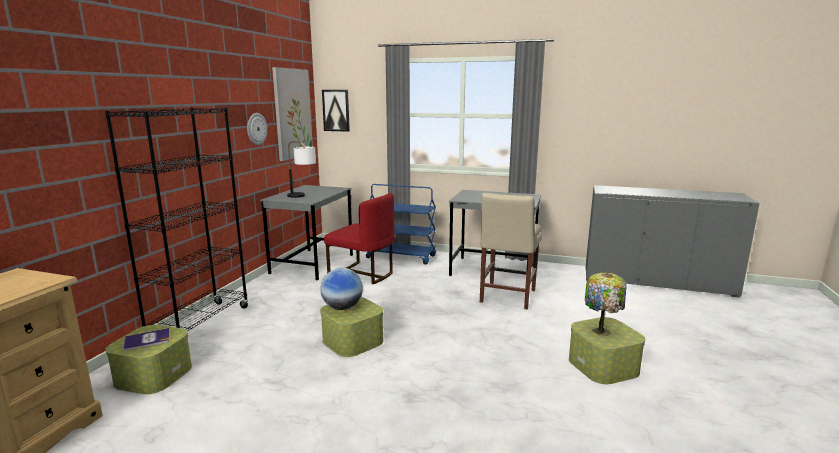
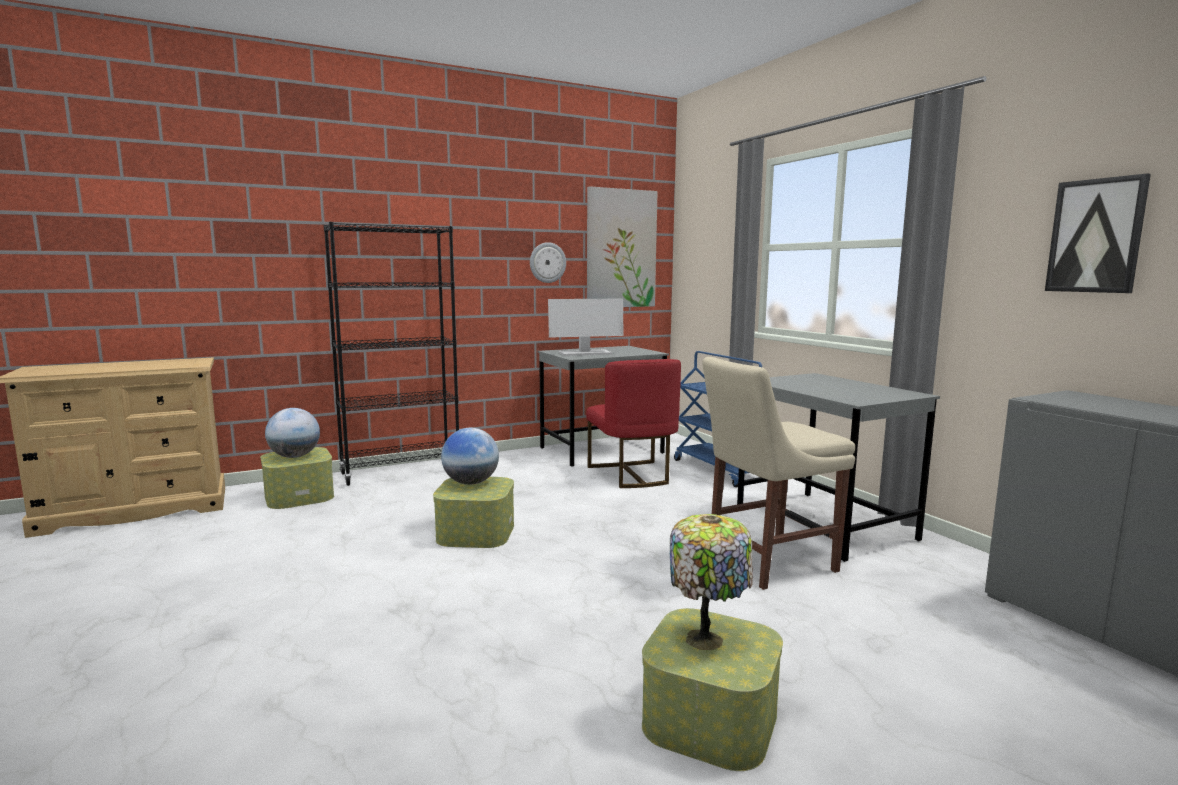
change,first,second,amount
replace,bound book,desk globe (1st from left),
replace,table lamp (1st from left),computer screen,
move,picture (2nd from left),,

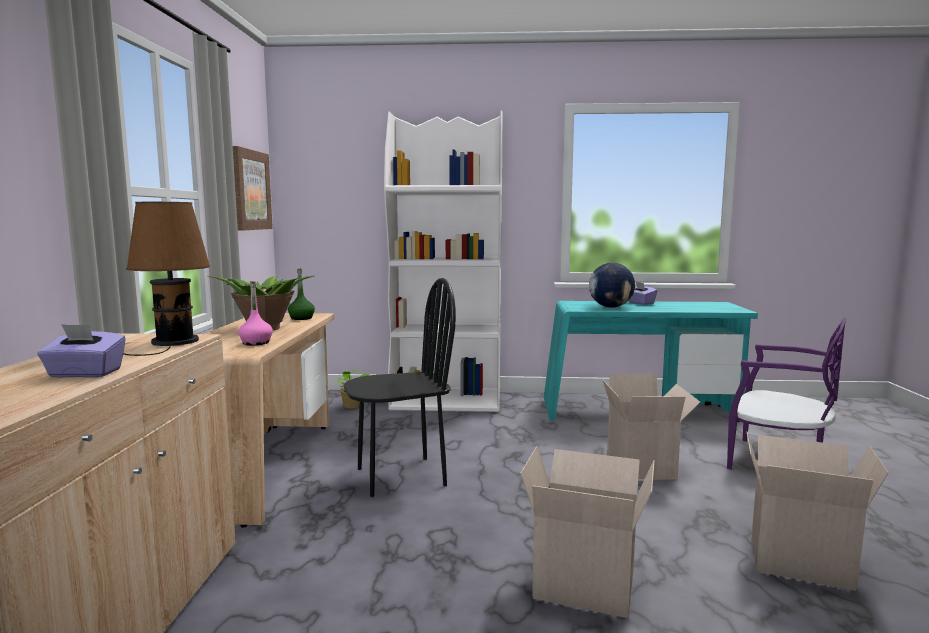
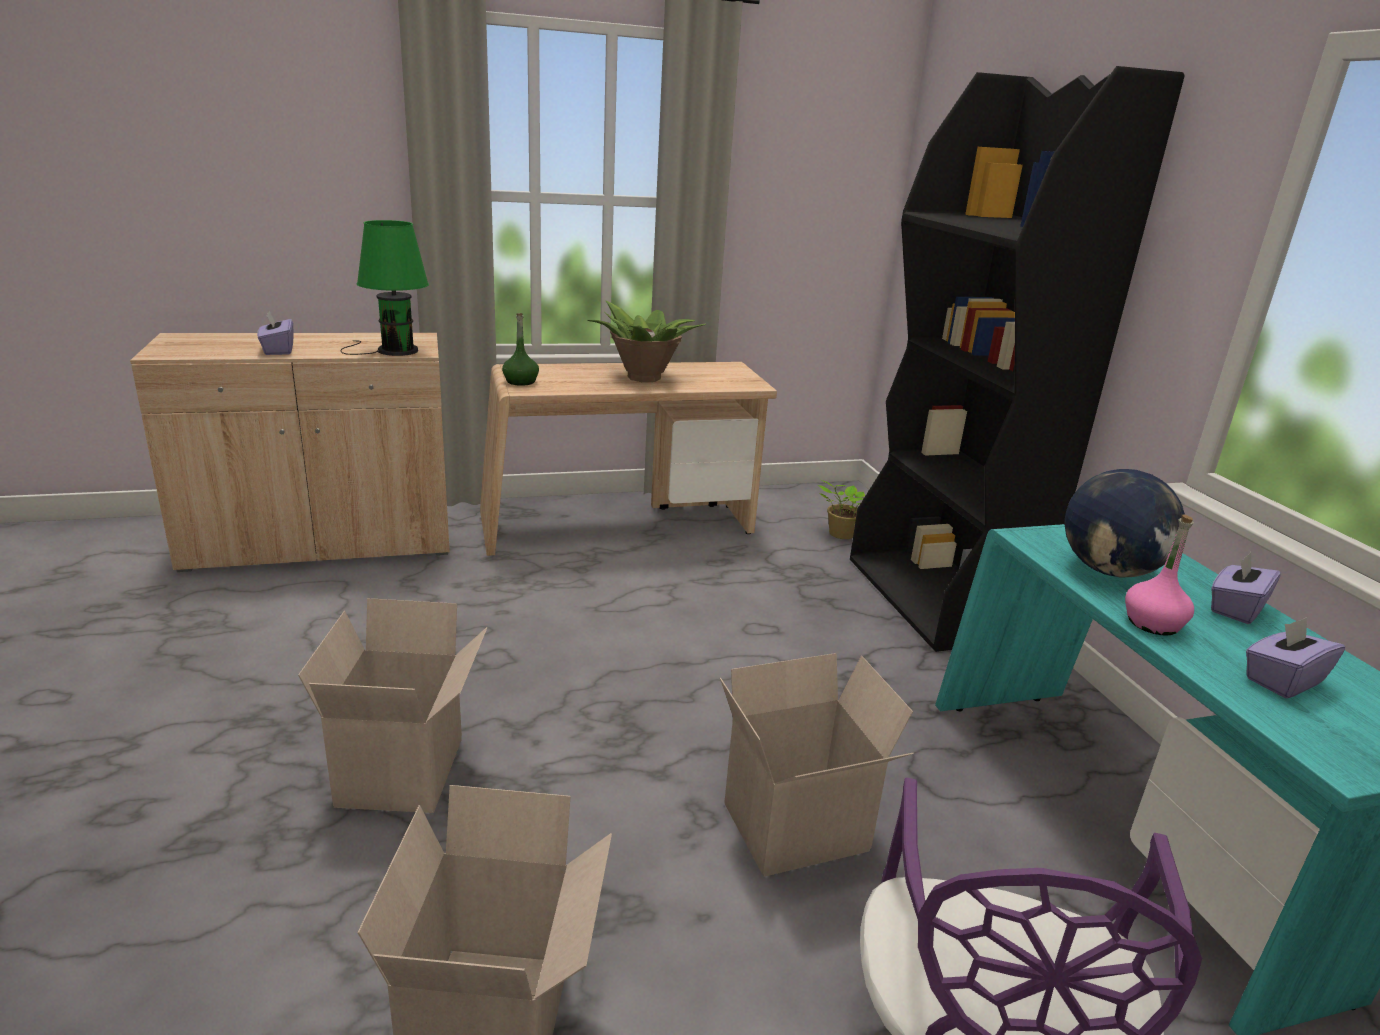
change,first,second,amount
recolor,brown-coloured table lamp,green-coloured table lamp,
move,green-coloured beverage bottle,,
recolor,white shelving unit,blackish shelving unit,
move,pink-coloured beverage bottle,,
insert,,purple box of tissues (3rd from left),
delete,picture,,
delete,blackish plain chair,,

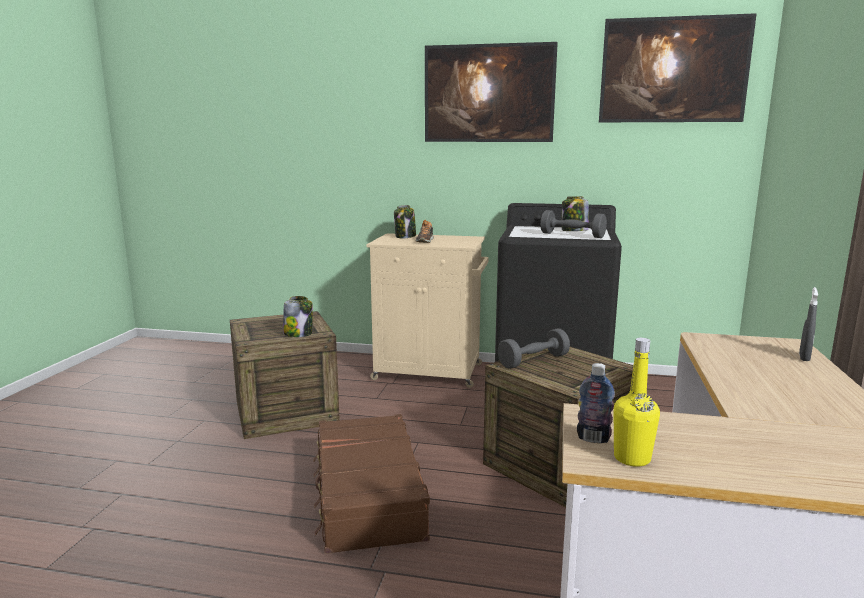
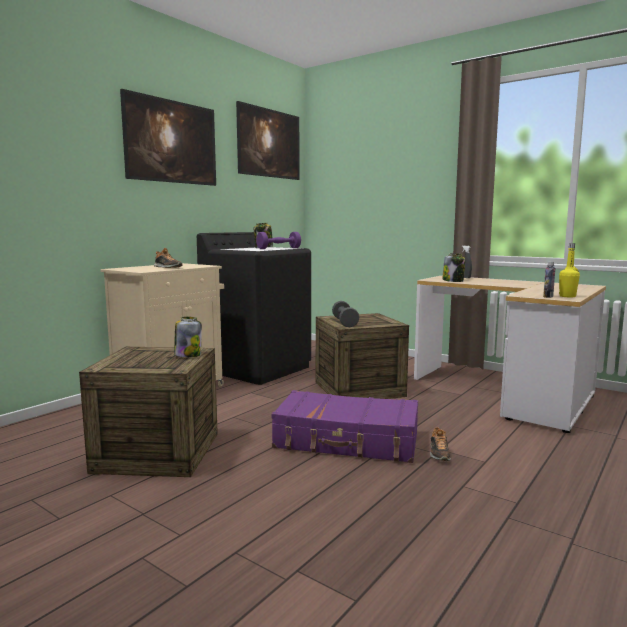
change,first,second,amount
recolor,grey dumbbell (2nd from left),purple dumbbell,
recolor,brown-coloured travel case,purple travel case,
insert,,shoe (2nd from left),
move,storage jar (2nd from left in the first image),storage jar (3rd from left),

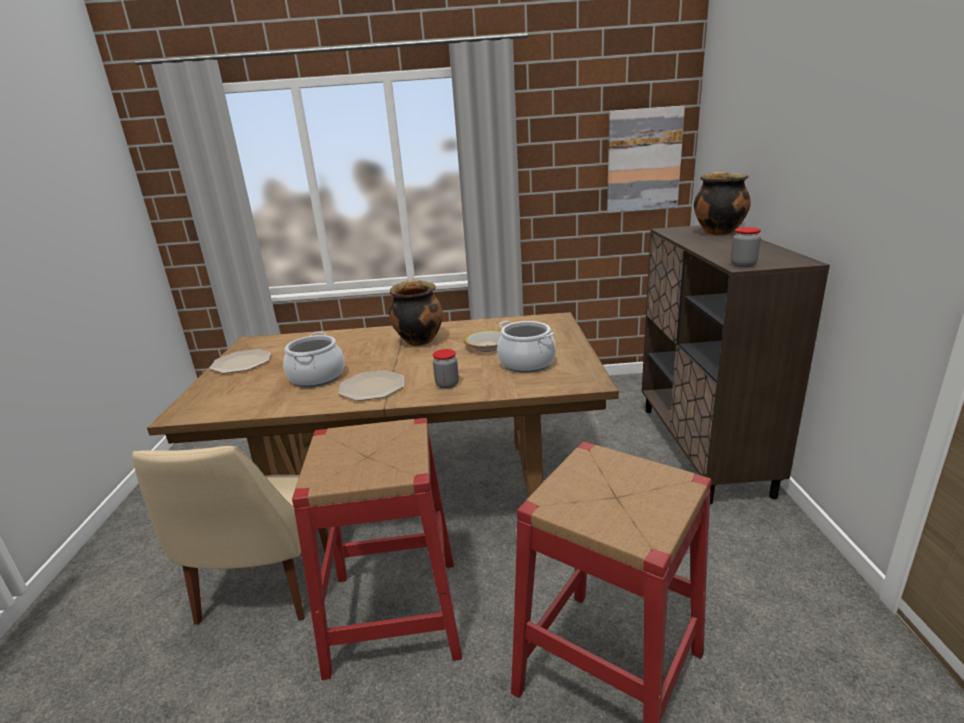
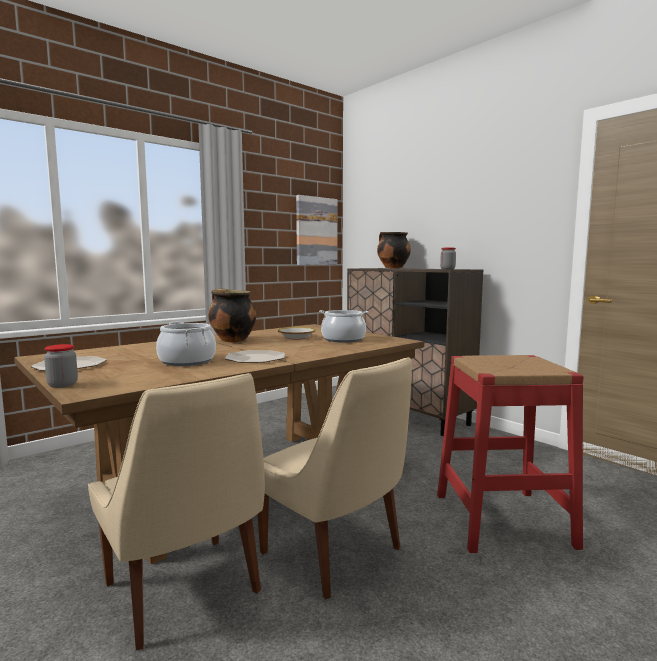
change,first,second,amount
move,storage jar (1st from left),,
replace,reddish stool seat (1st from left),beige plain chair (2nd from left),

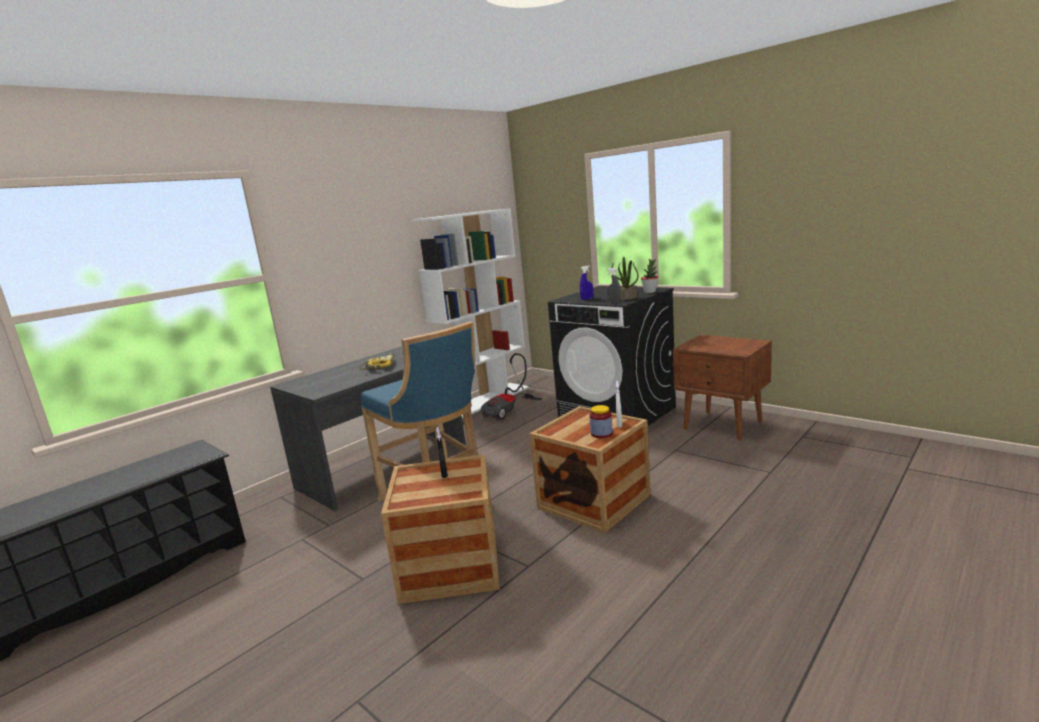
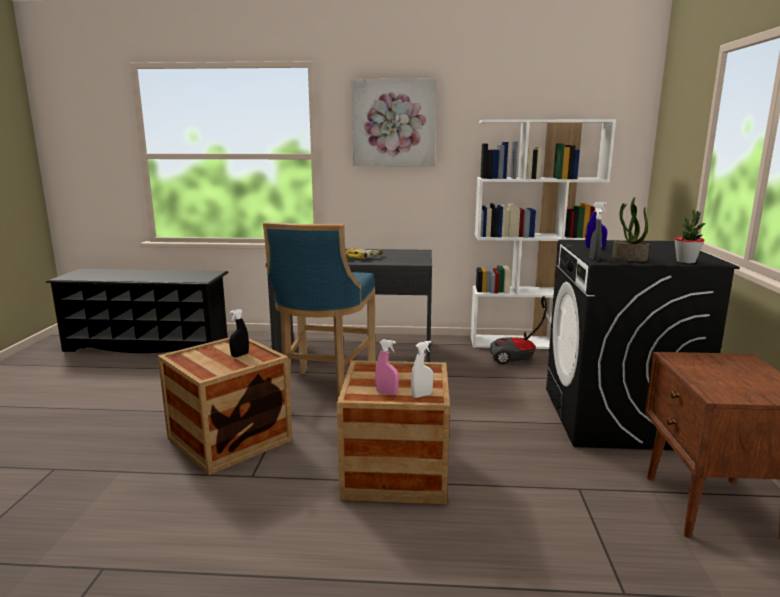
change,first,second,amount
insert,,picture,
replace,storage jar,pink-coloured sprayer,

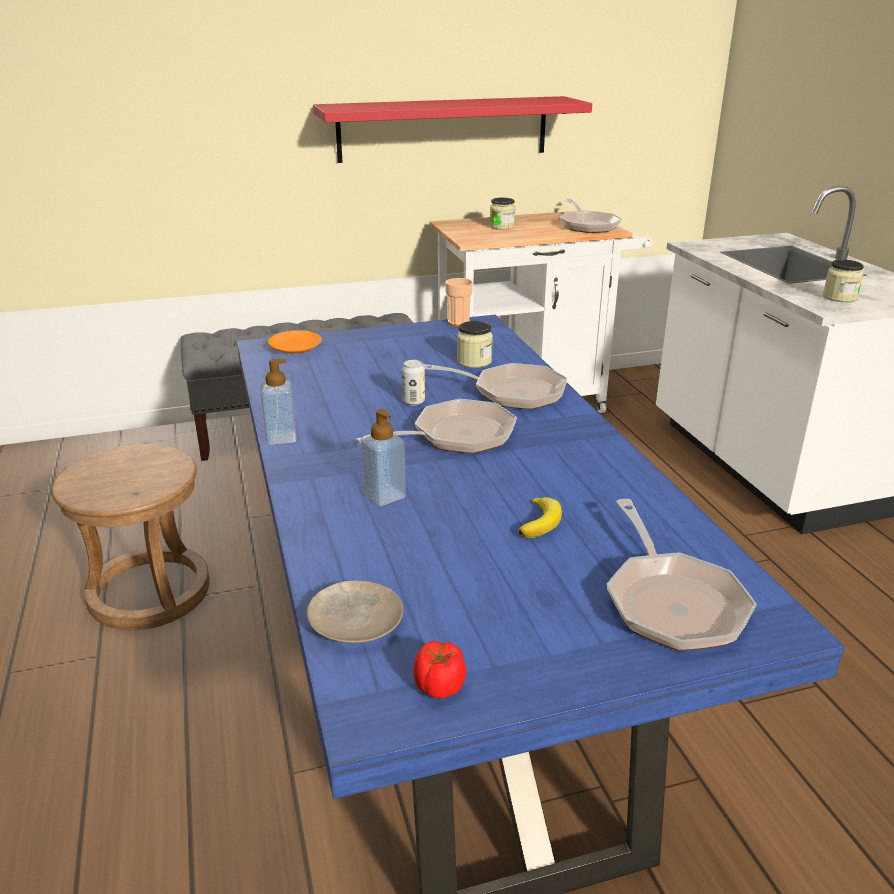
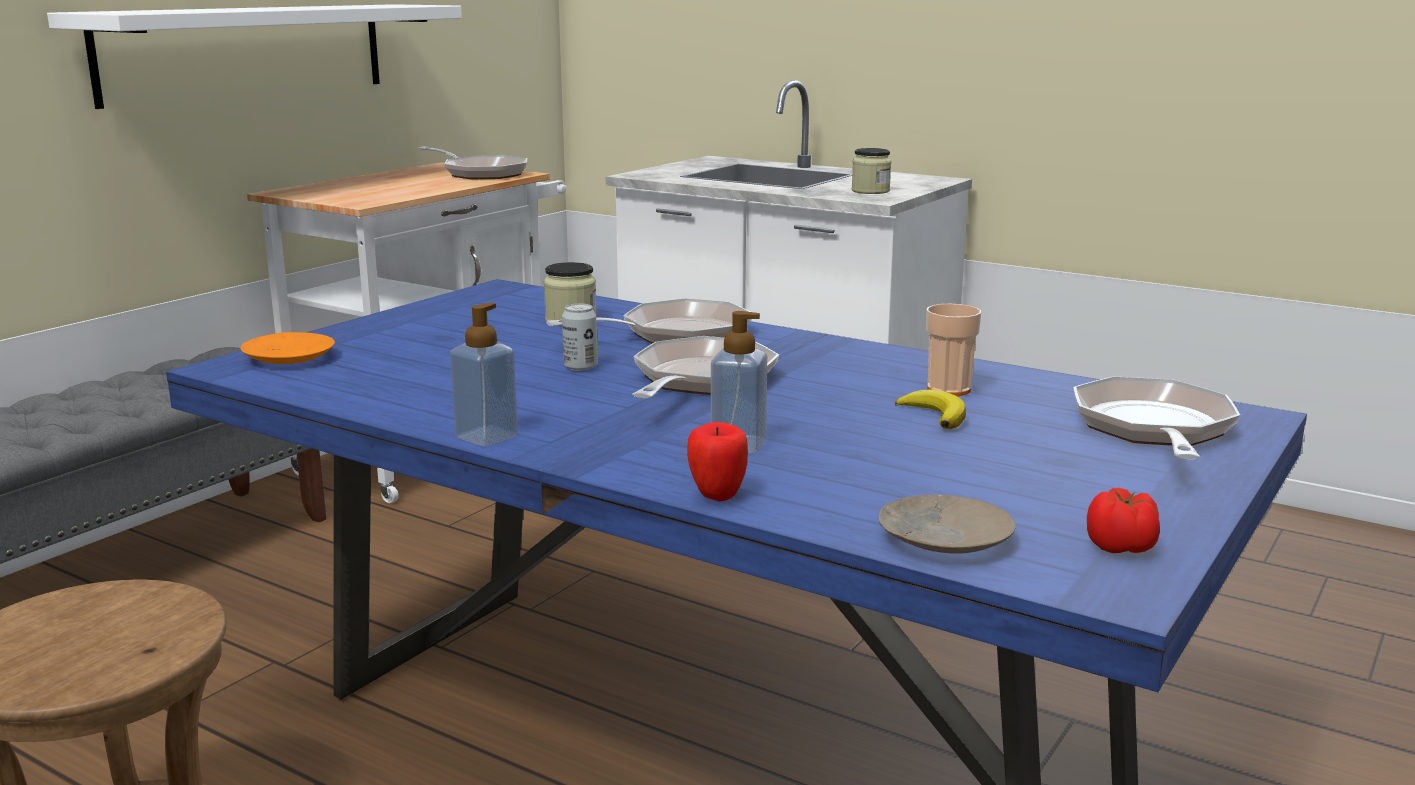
change,first,second,amount
recolor,reddish wall shelf,white wall shelf,
insert,,apple,
move,small cup,,
rotate,frying pan (4th from left),,120 degrees counterclockwise
delete,storage jar (2nd from left),,

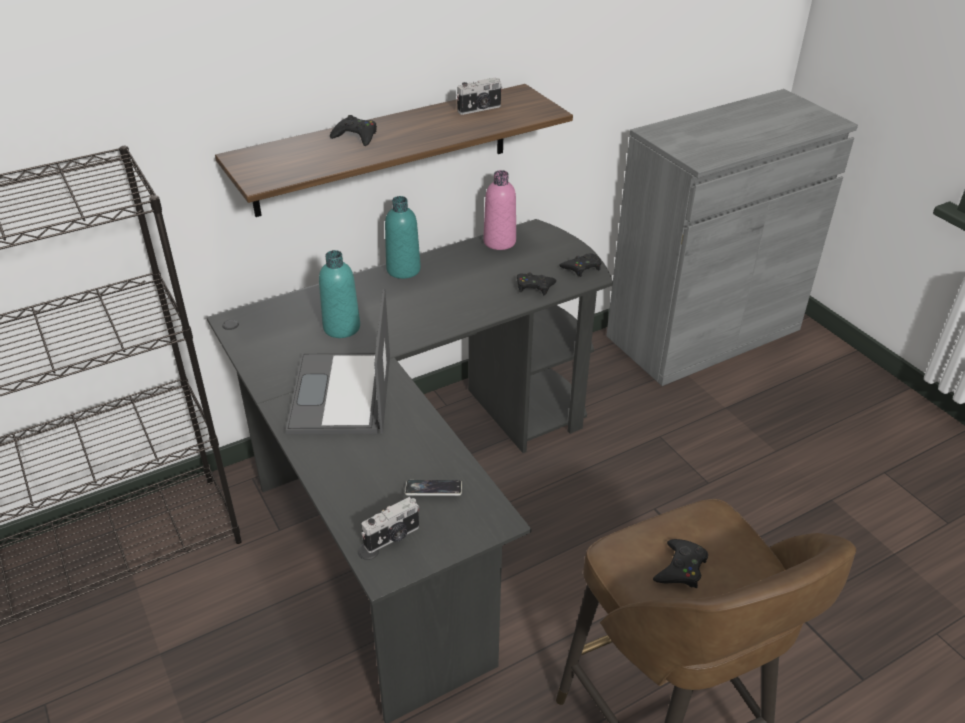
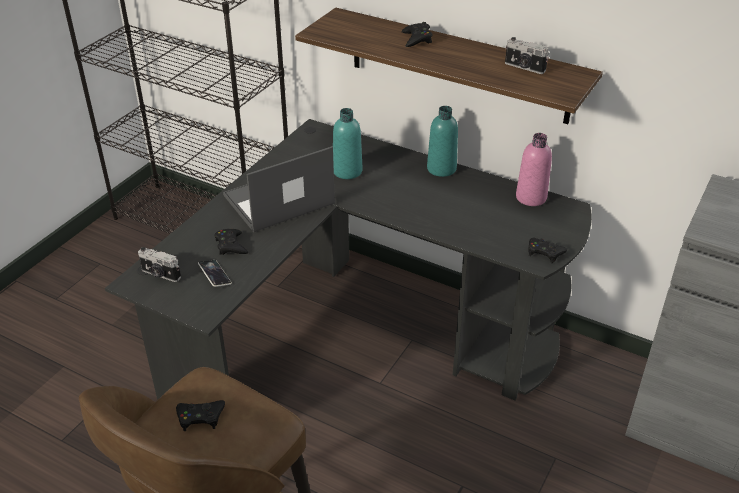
change,first,second,amount
move,blackish joypad (2nd from left),,

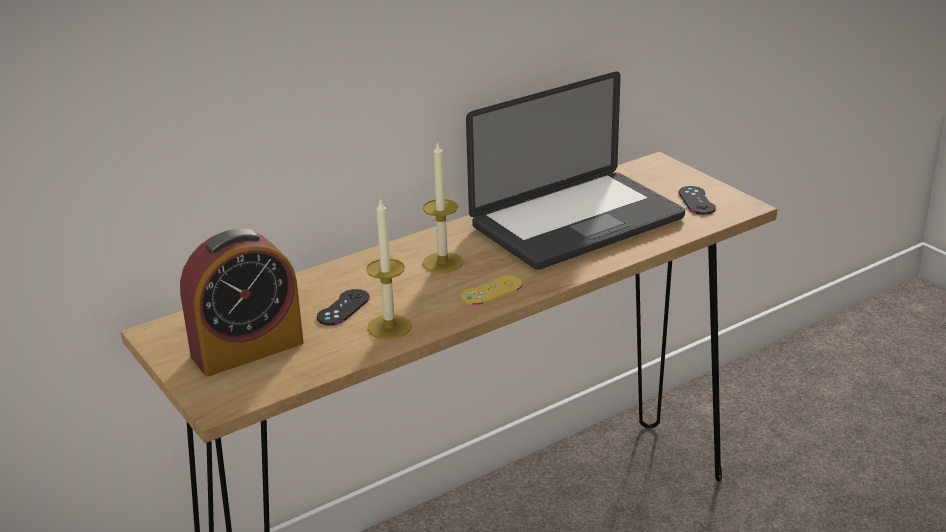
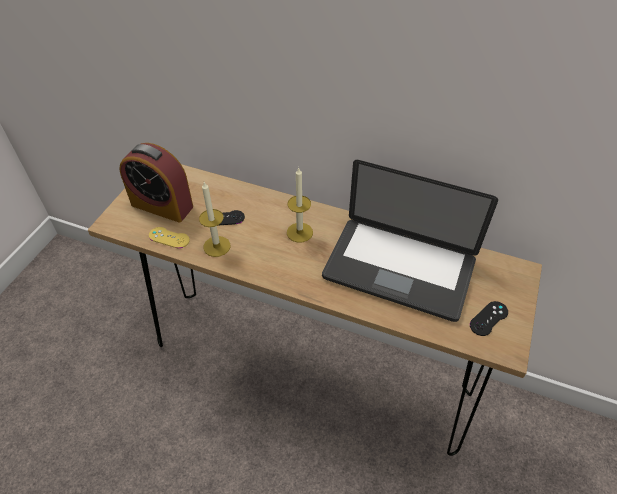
change,first,second,amount
move,yellowish joypad,,

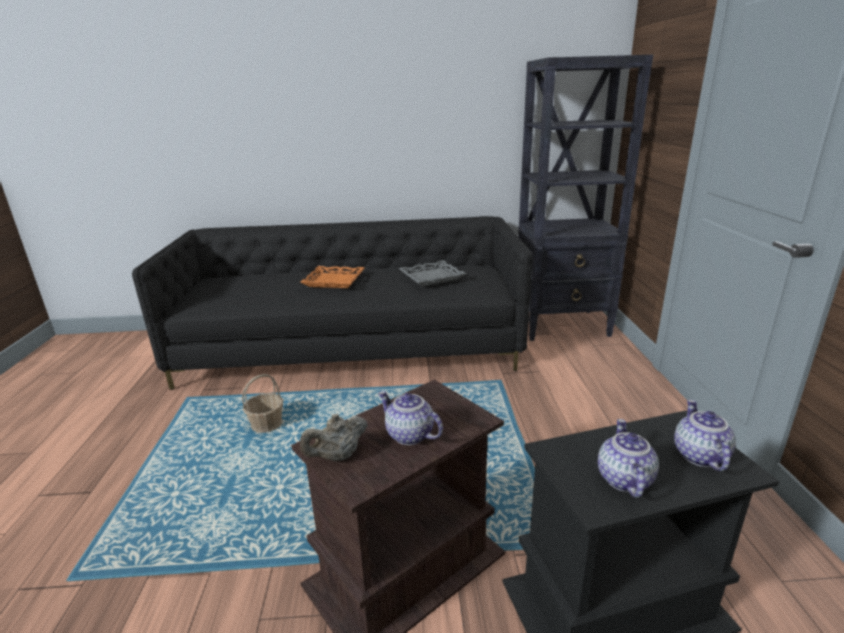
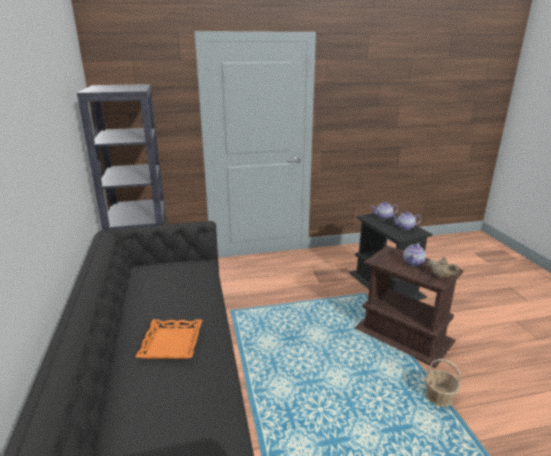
change,first,second,amount
move,household basket,,
delete,grey tray,,

